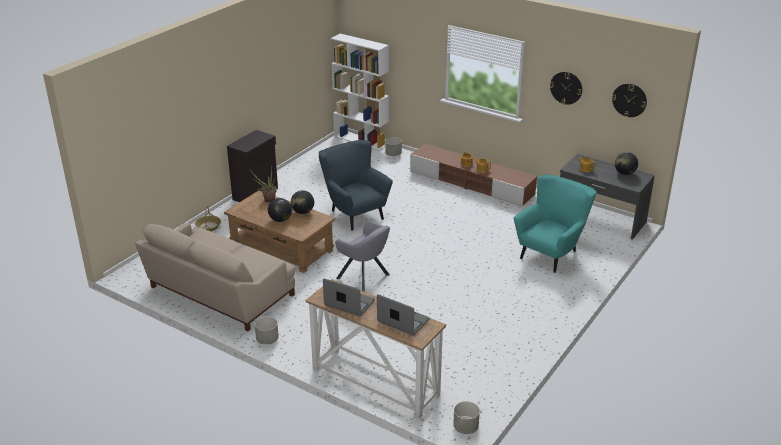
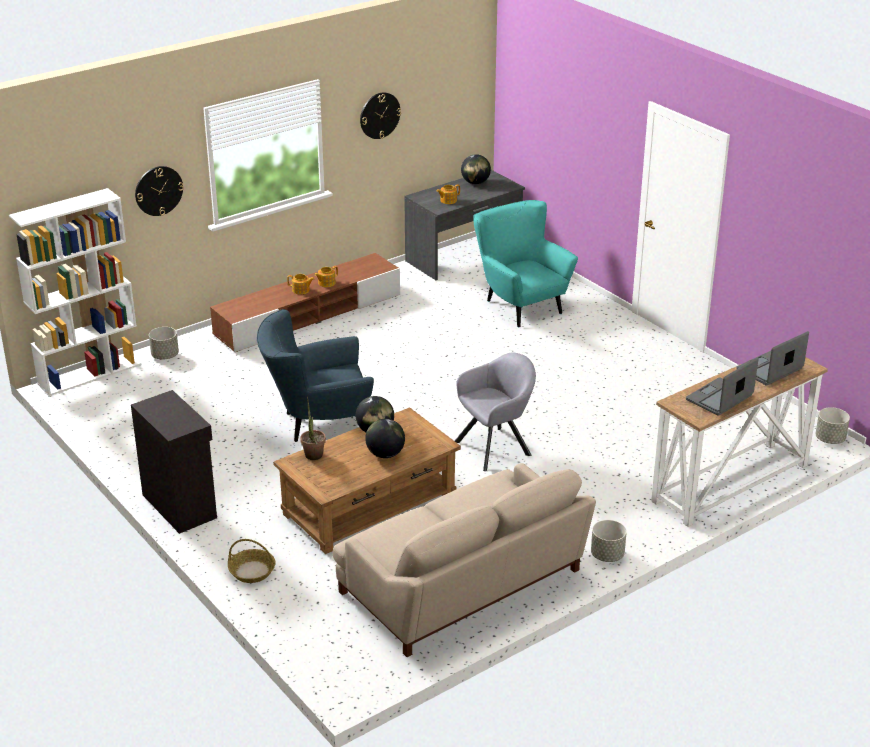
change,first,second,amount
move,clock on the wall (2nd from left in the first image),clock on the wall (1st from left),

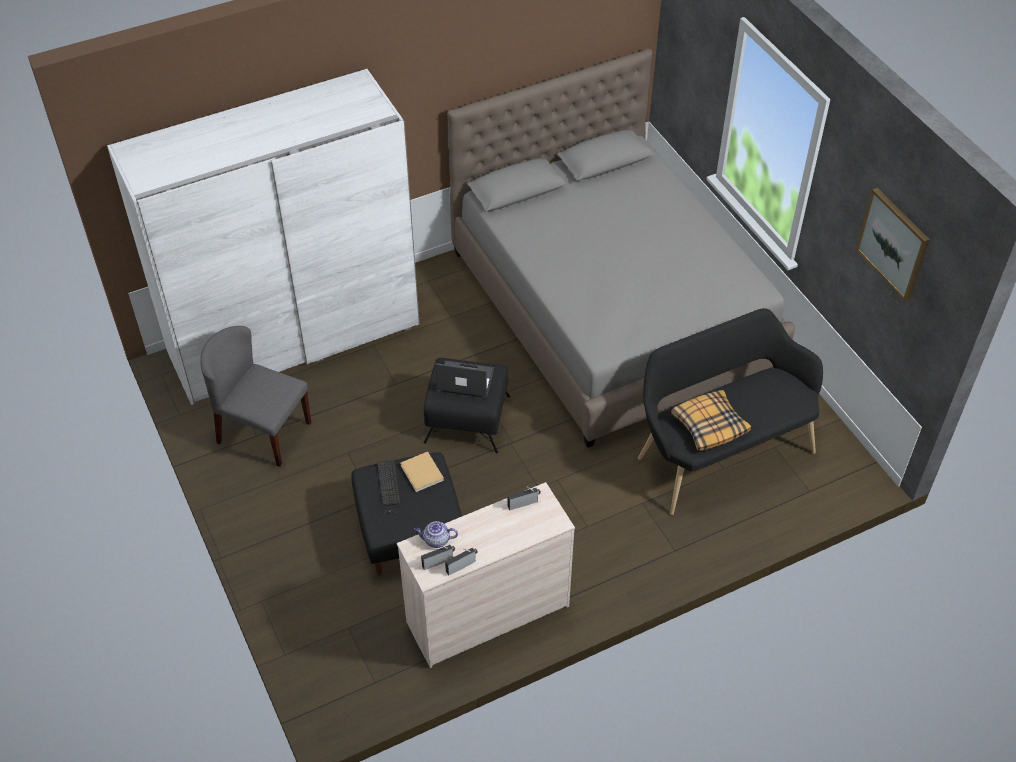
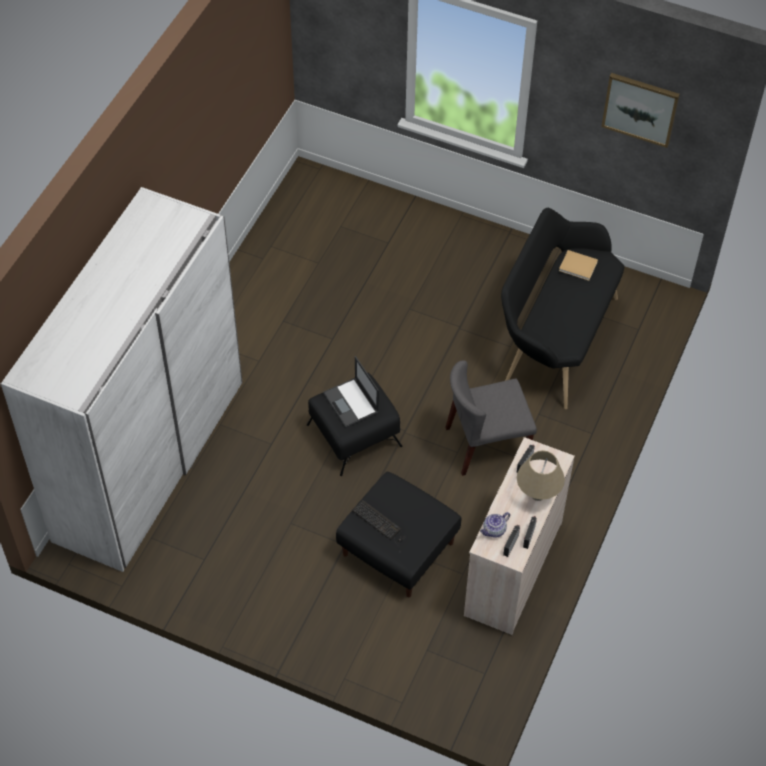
change,first,second,amount
rotate,portable computer,,90 degrees counterclockwise
move,grey plain chair,,
insert,,beige table lamp,
move,beige bound book,,
delete,grey bed,,
delete,throw pillow,,

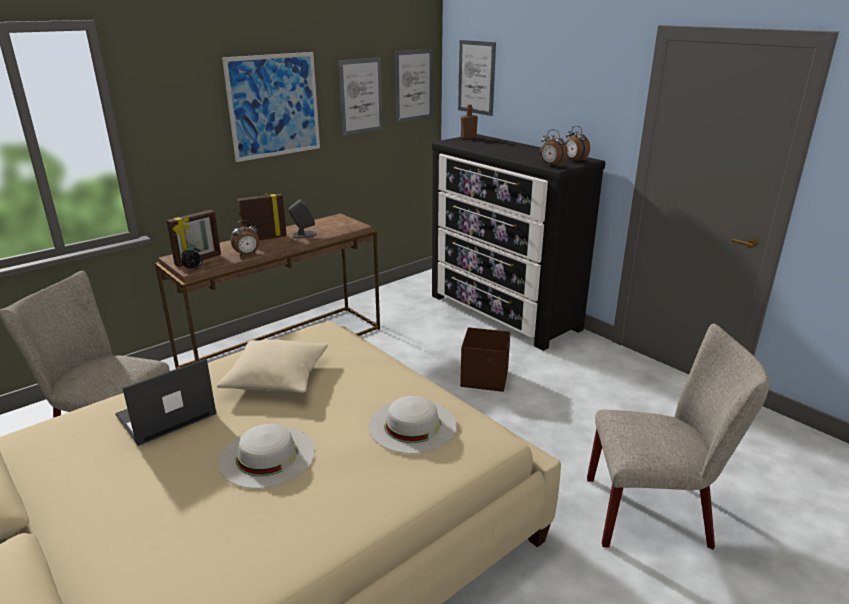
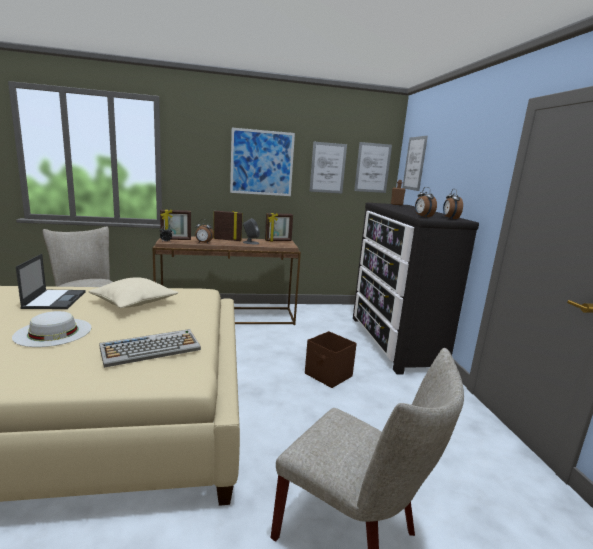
change,first,second,amount
rotate,portable computer,,90 degrees clockwise
replace,white hat (2nd from left),keyboard,
insert,,picture frame (3rd from left),

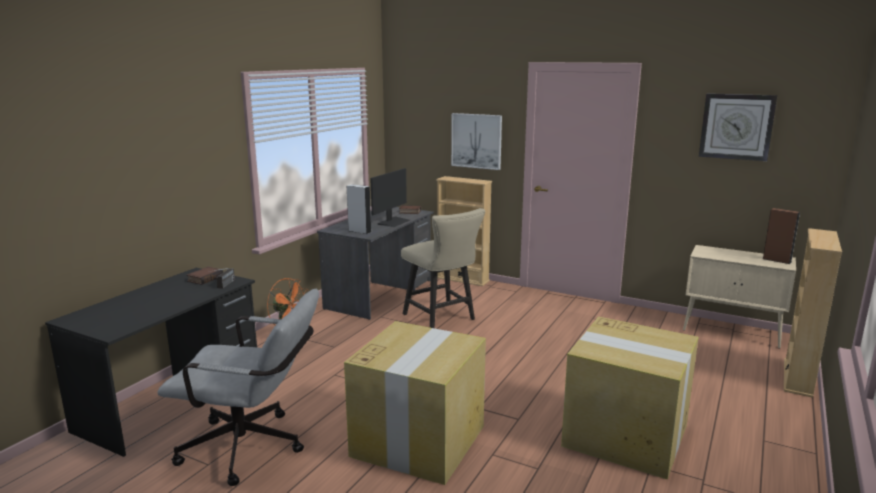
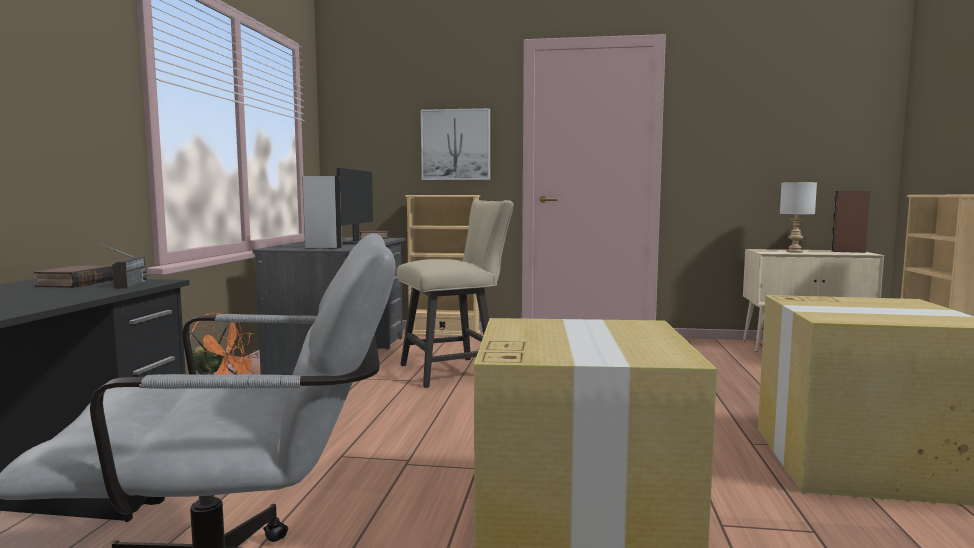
change,first,second,amount
rotate,beige plain chair,,60 degrees counterclockwise
insert,,grey table lamp,
delete,clock on the wall,,

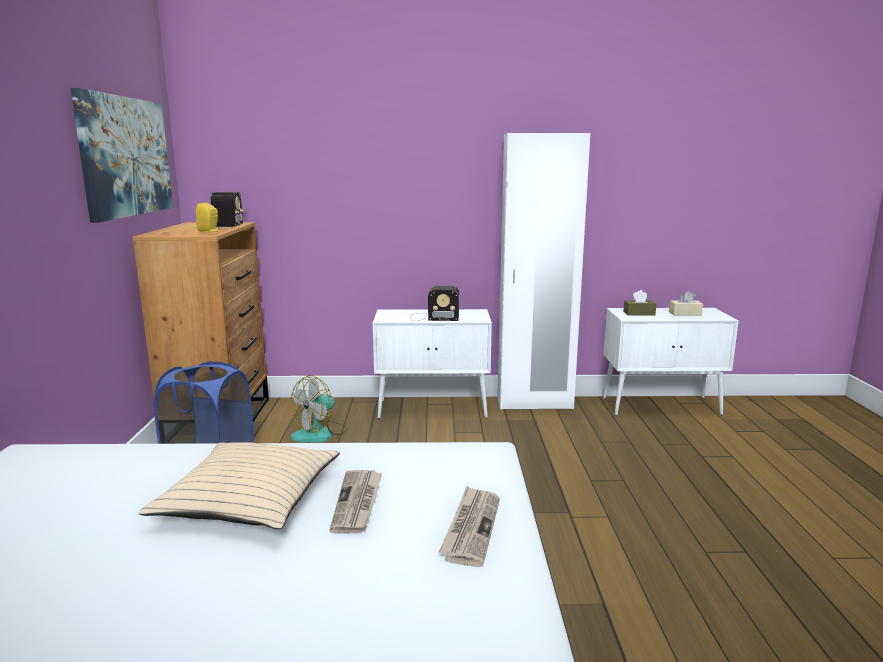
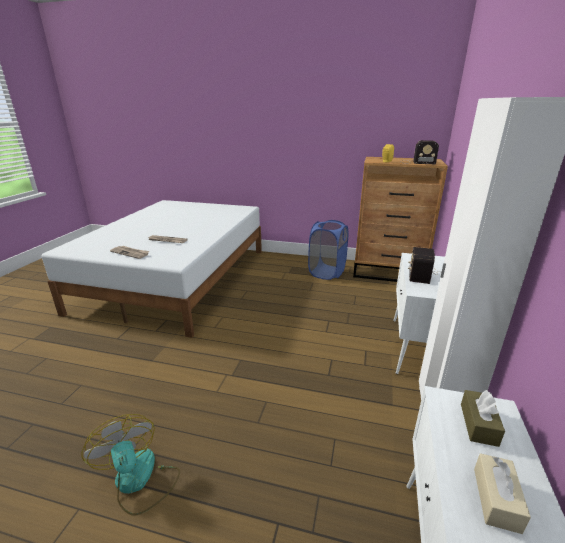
change,first,second,amount
move,fan,,
delete,picture,,
delete,beige throw pillow,,

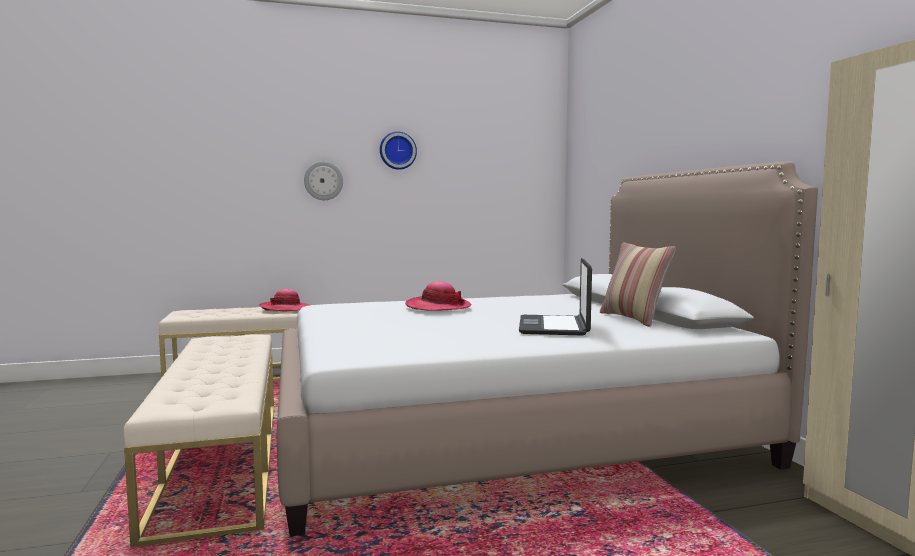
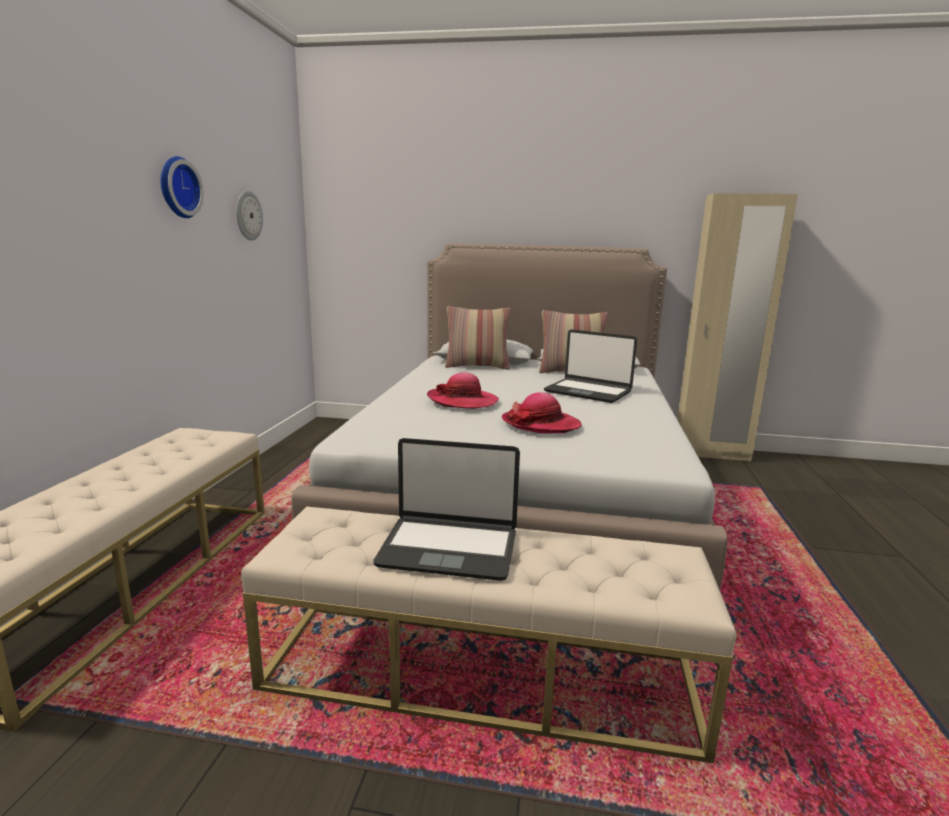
change,first,second,amount
move,clock on the wall (1st from left in the first image),clock on the wall (2nd from left),
insert,,portable computer (1st from left),
insert,,throw pillow (1st from left),
move,hat (1st from left in the first image),hat (2nd from left),

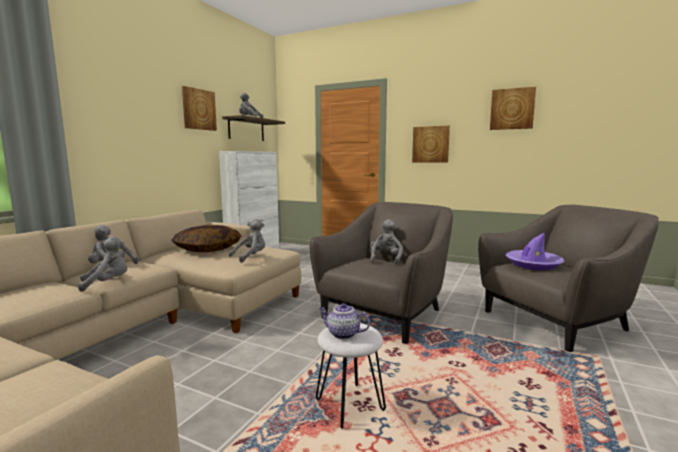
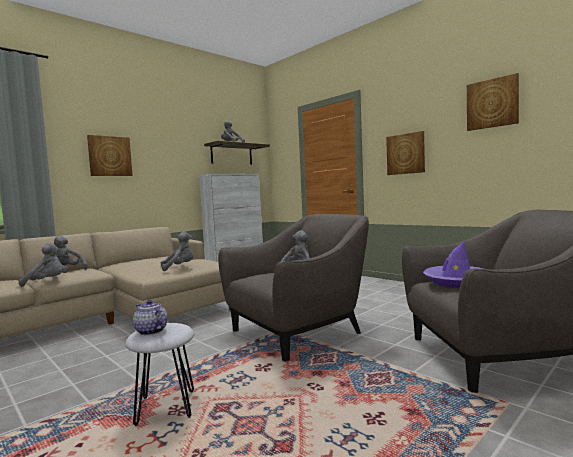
change,first,second,amount
move,picture (1st from left),,
delete,throw pillow,,

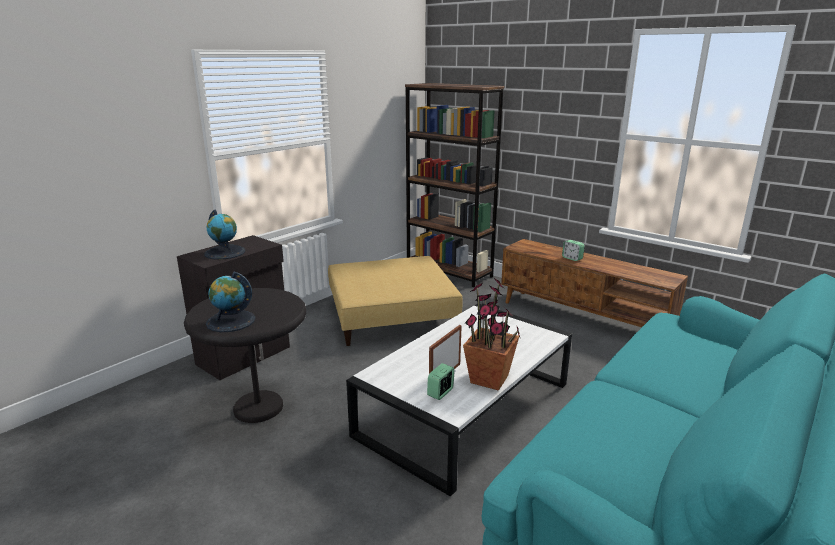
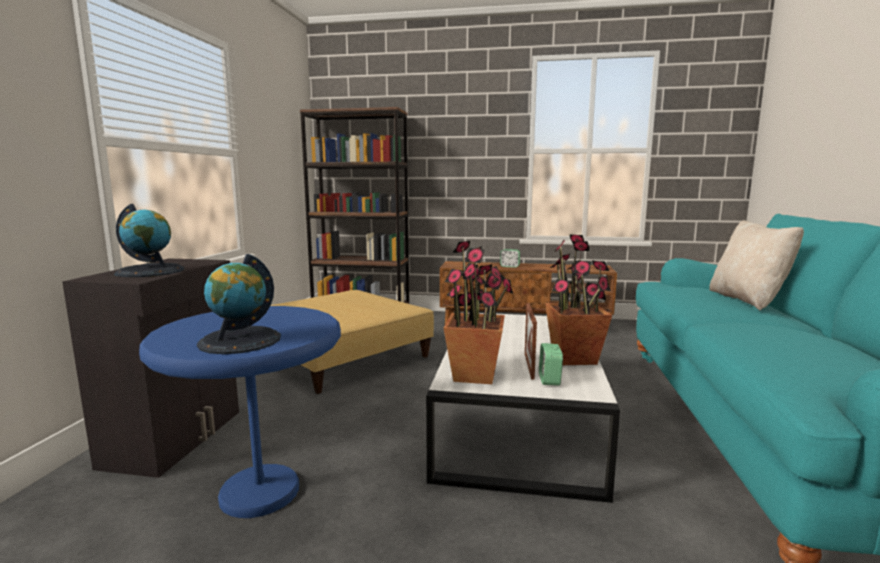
change,first,second,amount
recolor,blackish side table,blue-coloured side table,
insert,,houseplant (1st from left),
insert,,beige throw pillow,

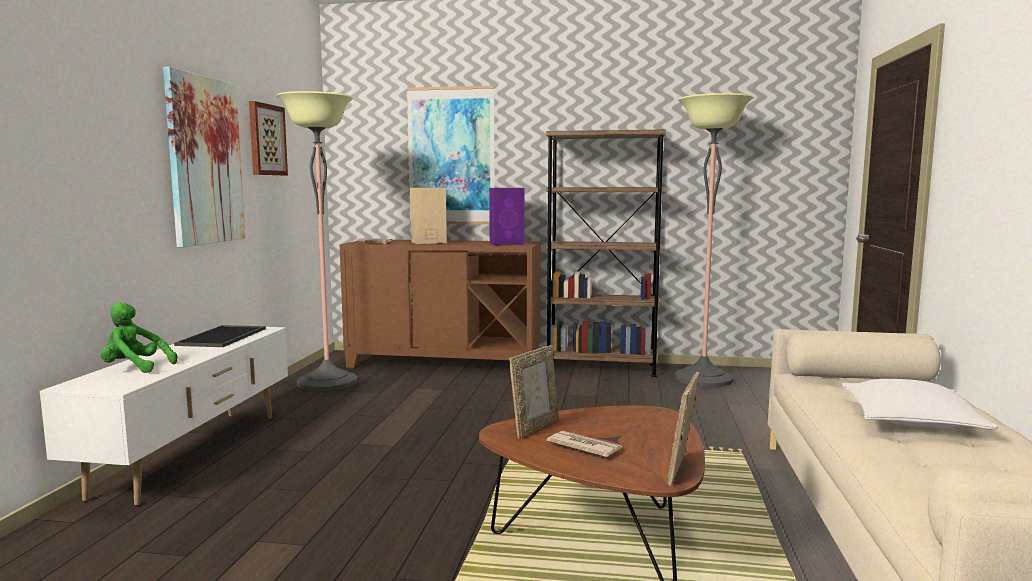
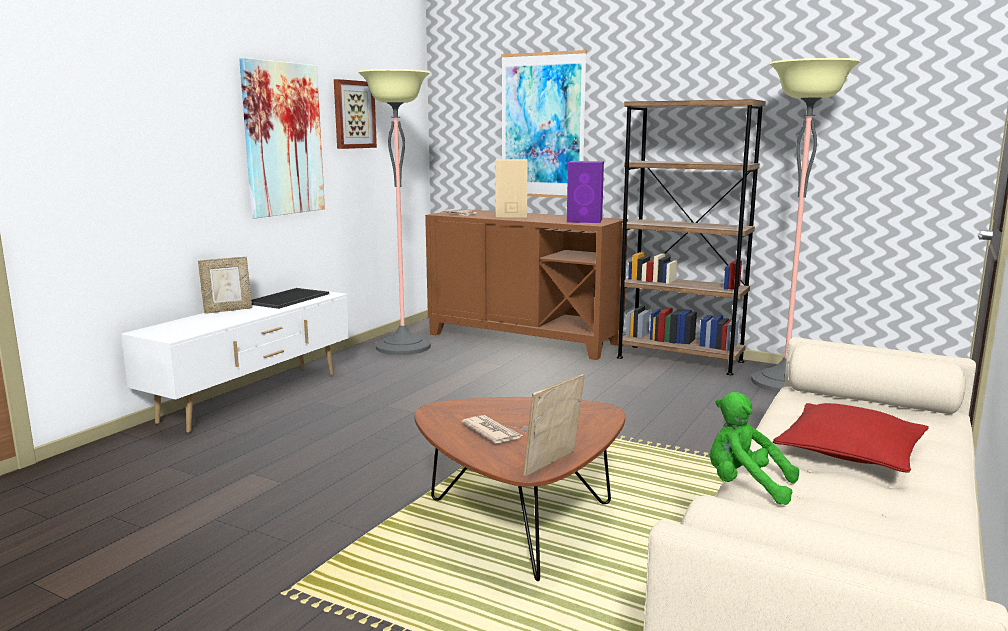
change,first,second,amount
move,picture frame (1st from left),,
move,green-coloured plush toy,,
recolor,white throw pillow,reddish throw pillow,

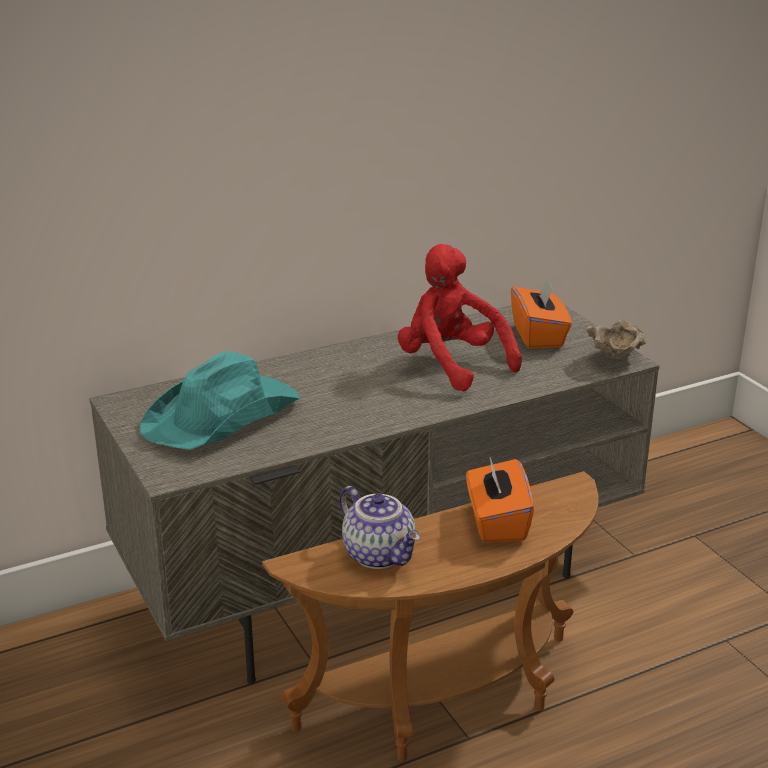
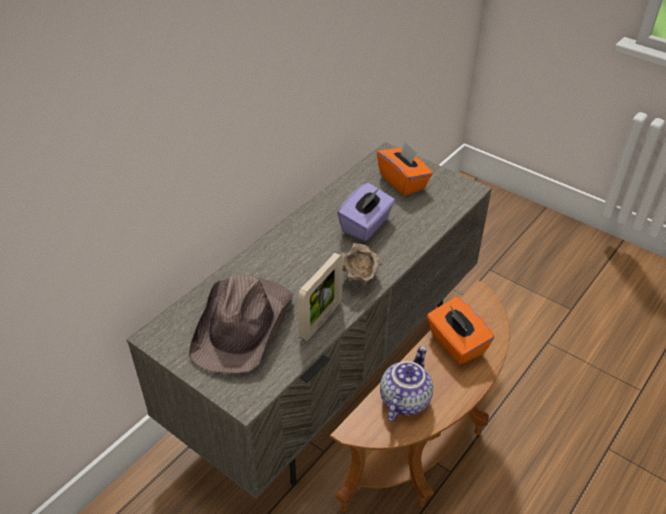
change,first,second,amount
recolor,turquoise-coloured hat,brown-coloured hat,
insert,,picture frame,
replace,reddish plush toy,purple box of tissues,
move,beige deep dish,,
rotate,teapot,,90 degrees counterclockwise

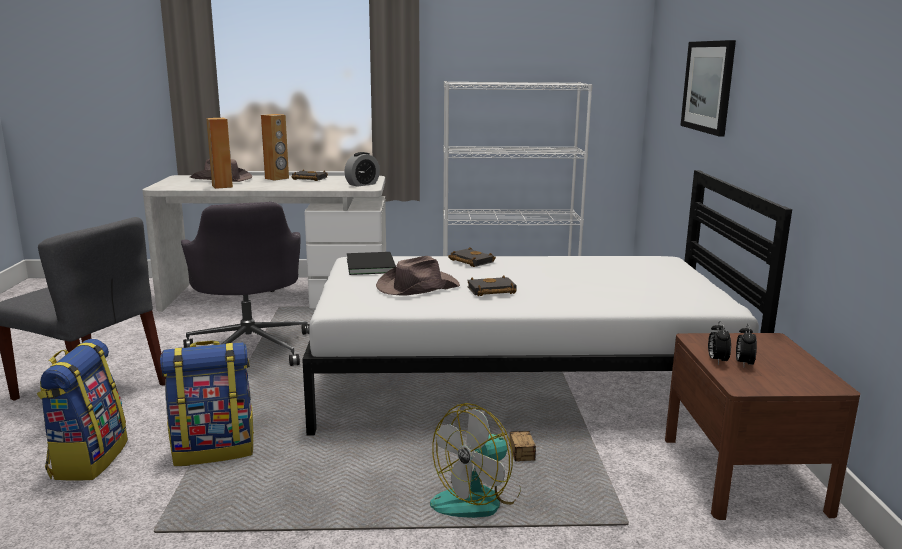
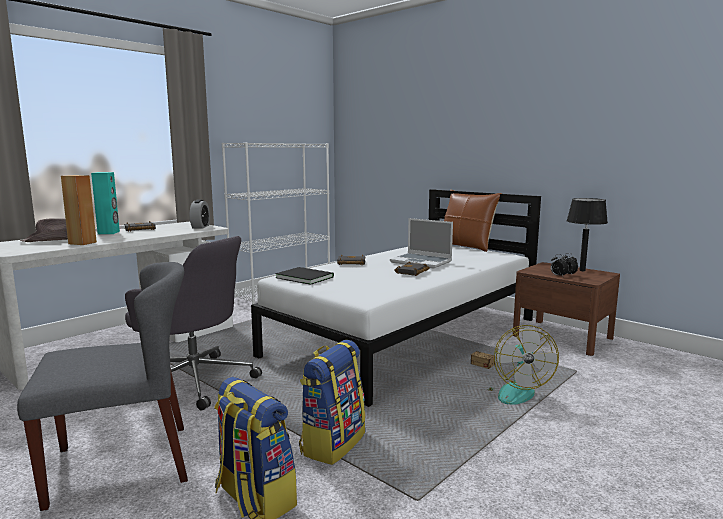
change,first,second,amount
recolor,brown-coloured audio speaker (2nd from left),turquoise-coloured audio speaker,
insert,,portable computer,
insert,,brown-coloured throw pillow,
insert,,blackish table lamp,
delete,brown-coloured hat (2nd from left),,
delete,picture,,

